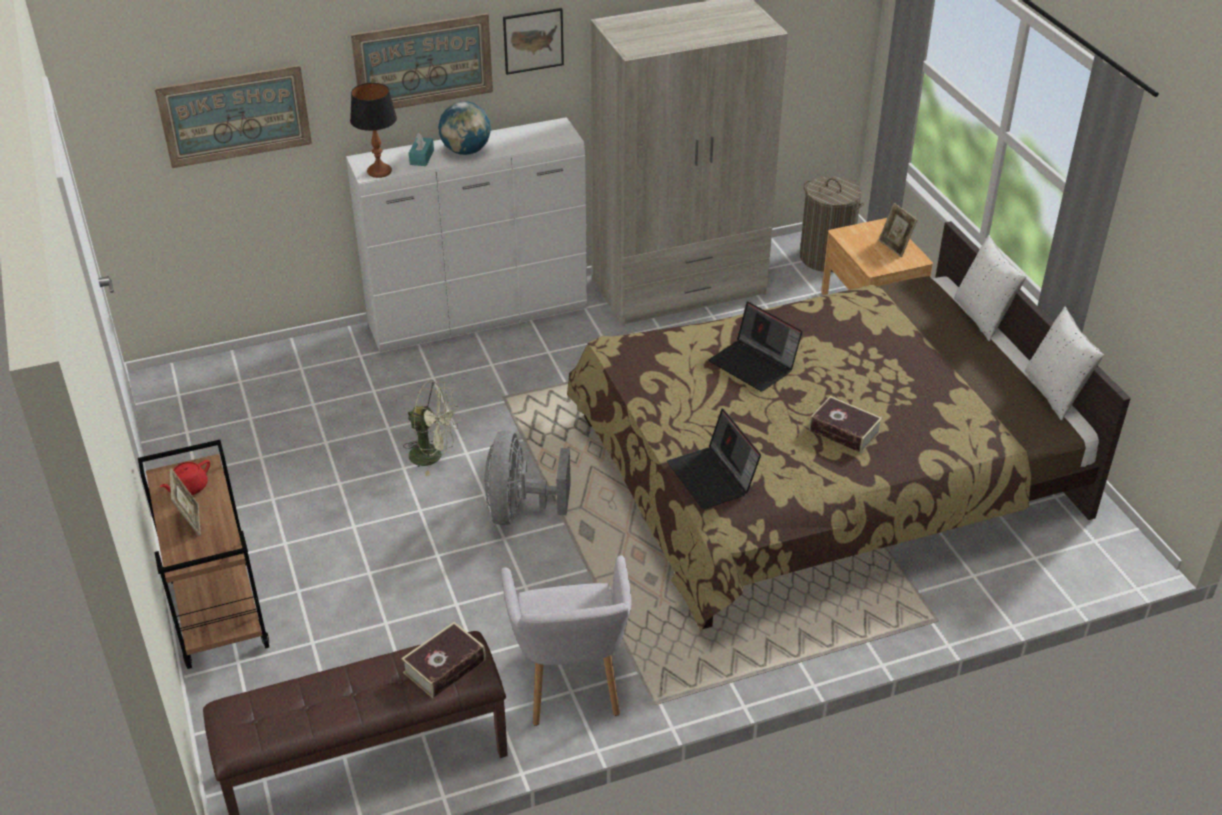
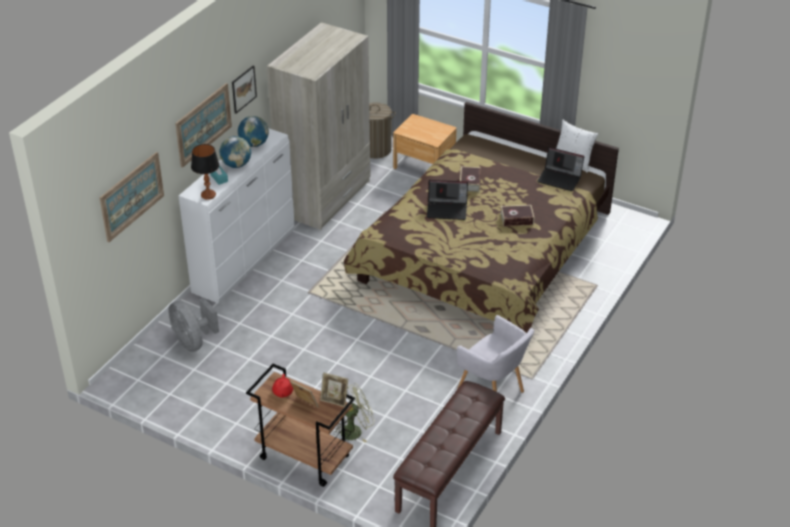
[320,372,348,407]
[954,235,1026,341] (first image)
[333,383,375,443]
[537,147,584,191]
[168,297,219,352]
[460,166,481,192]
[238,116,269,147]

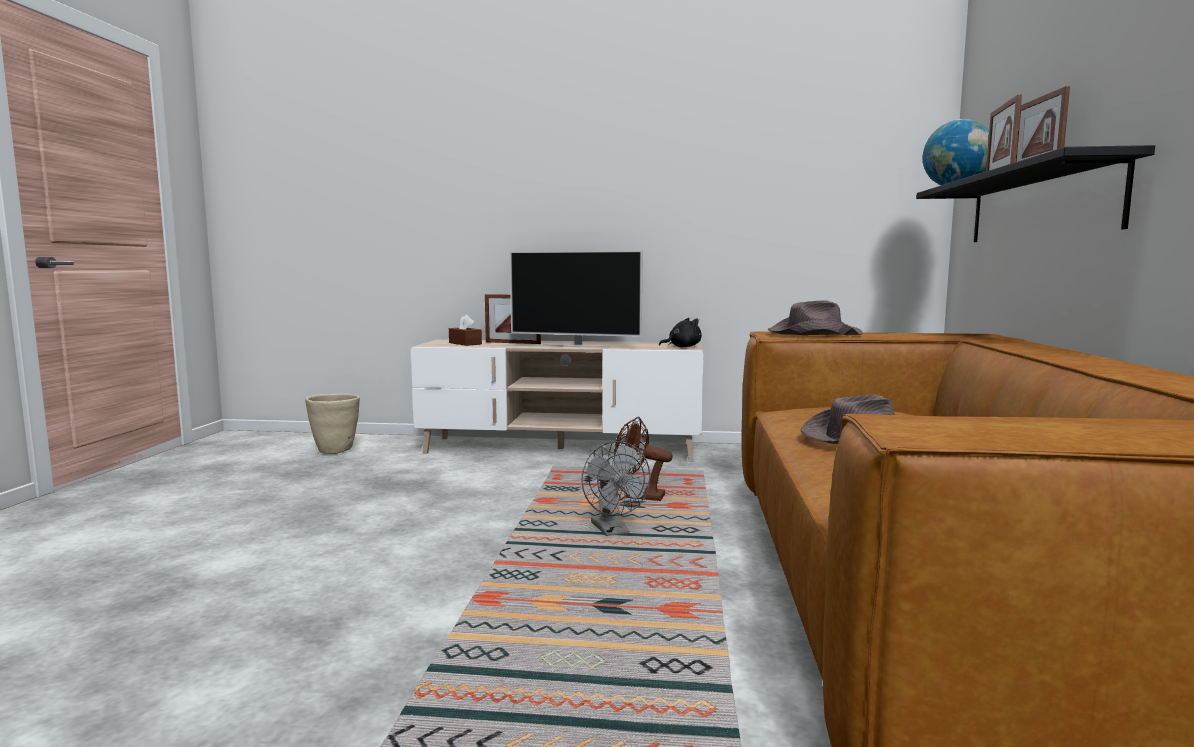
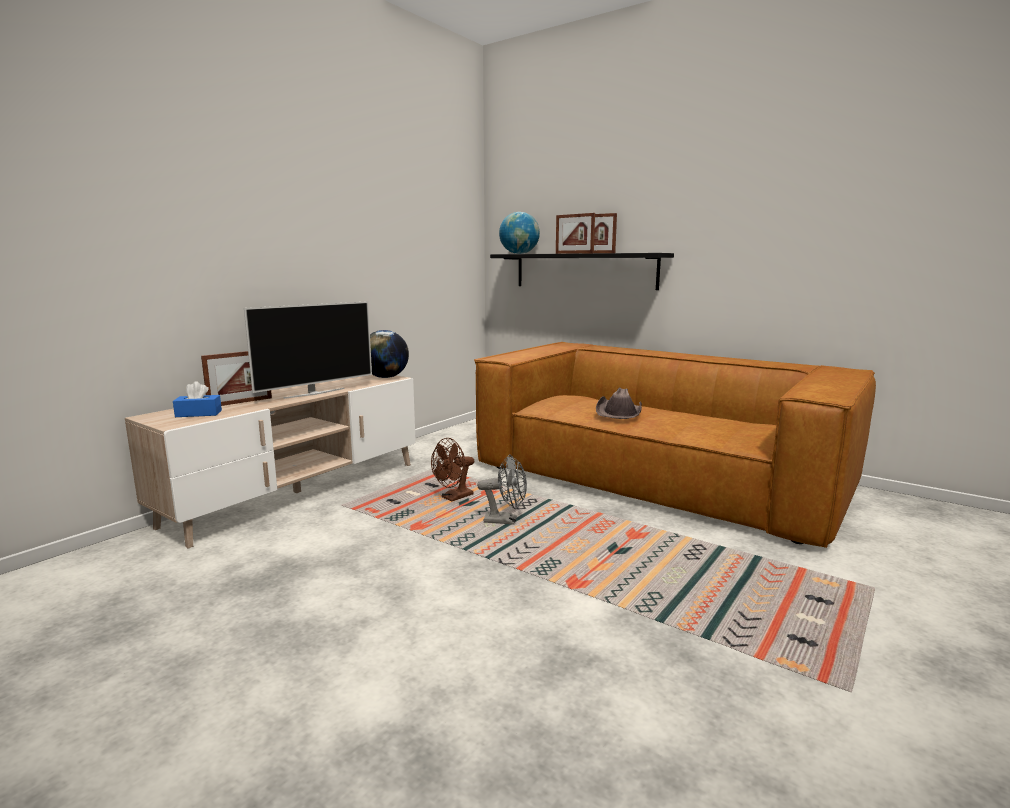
[768,301,863,336] (first image)
[173,381,222,417]
[370,330,409,378]
[305,394,360,454] (first image)

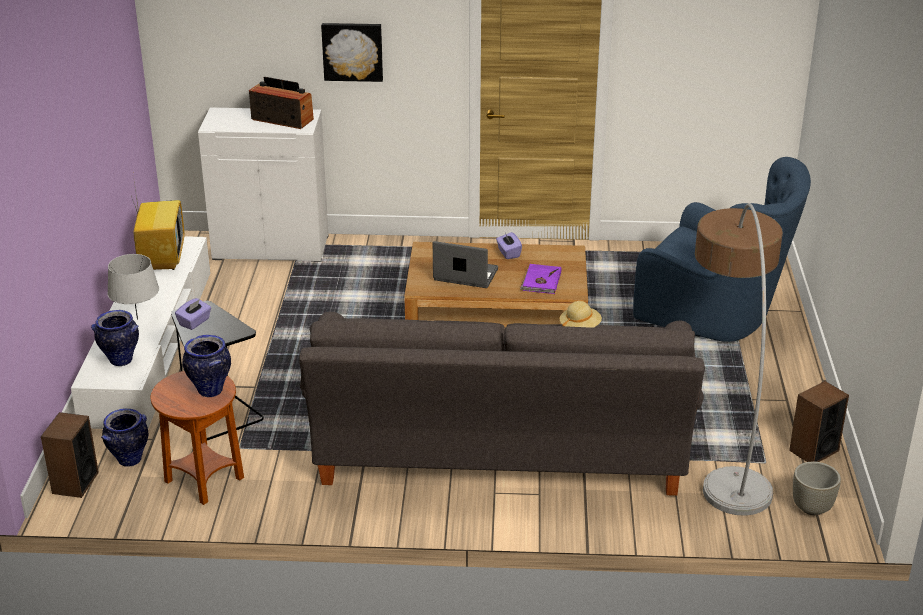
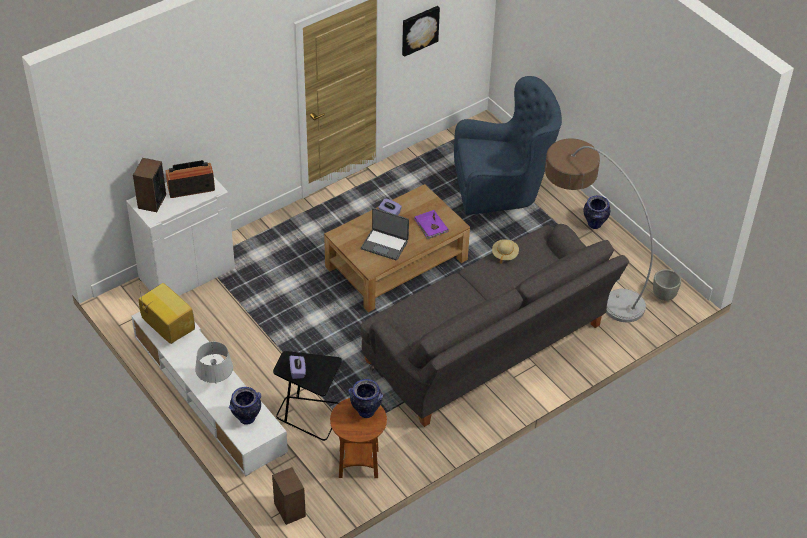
[402,6,440,57]
[361,208,409,261]
[133,158,166,212]
[583,196,610,229]

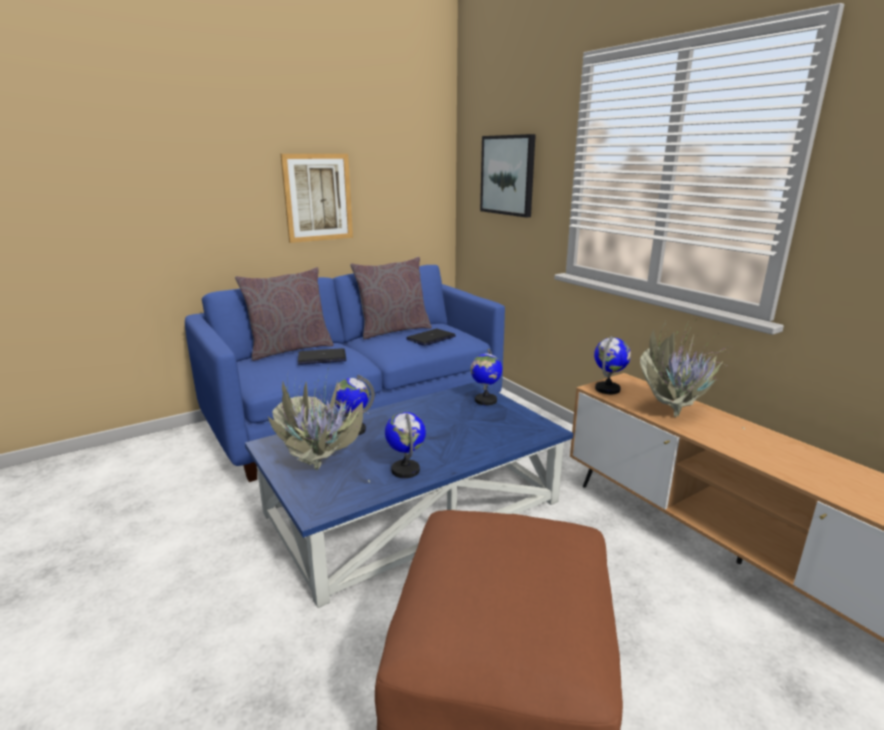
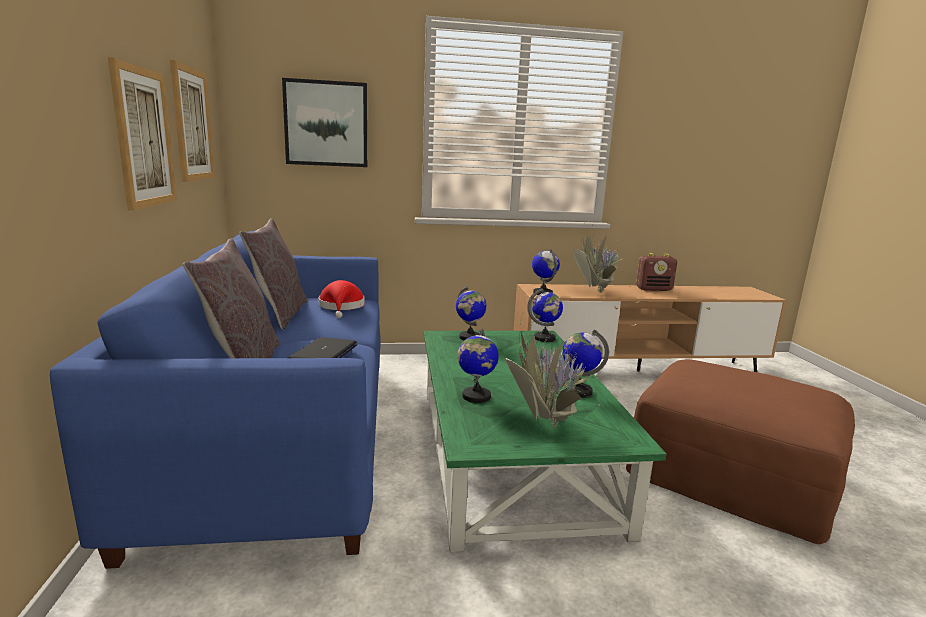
[318,280,365,318]
[424,331,666,552]
[170,60,215,181]
[636,253,677,291]
[527,288,563,342]

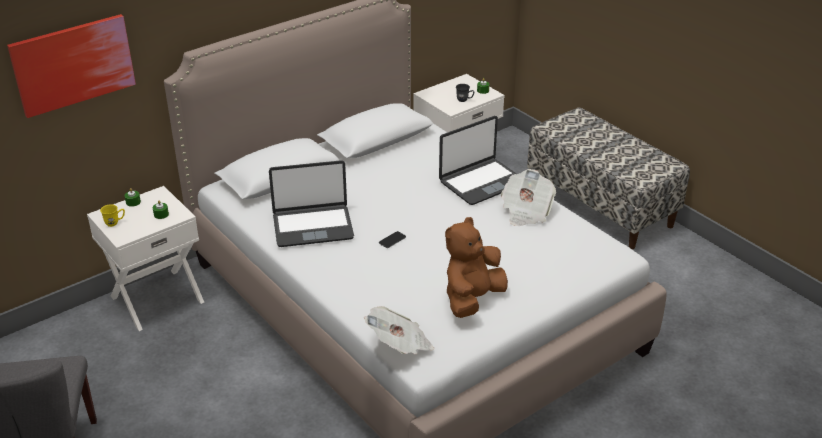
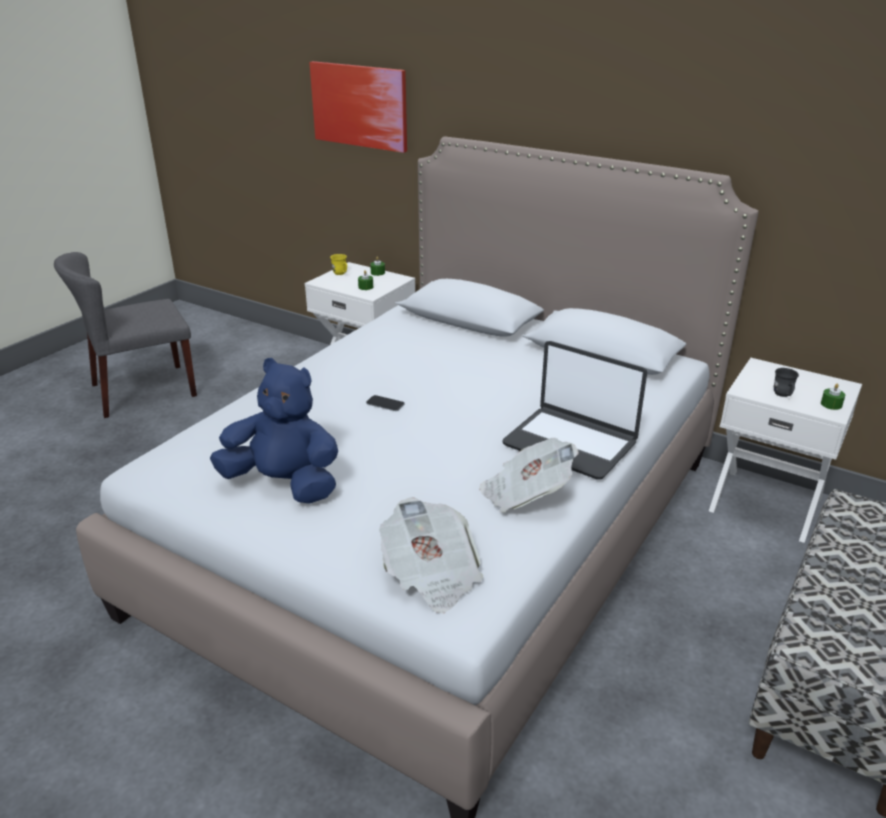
[269,160,354,247] (first image)
[210,358,338,504]
[379,497,484,613]

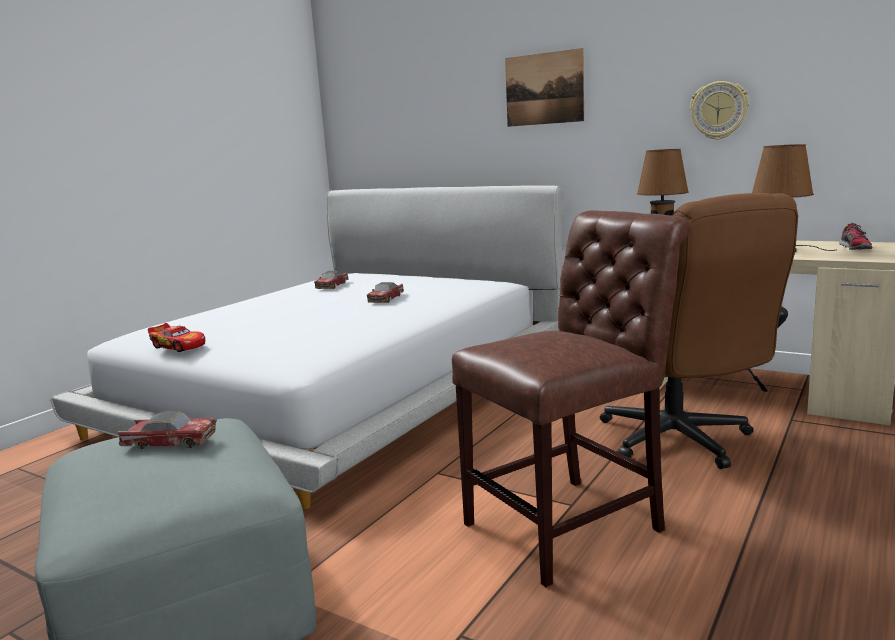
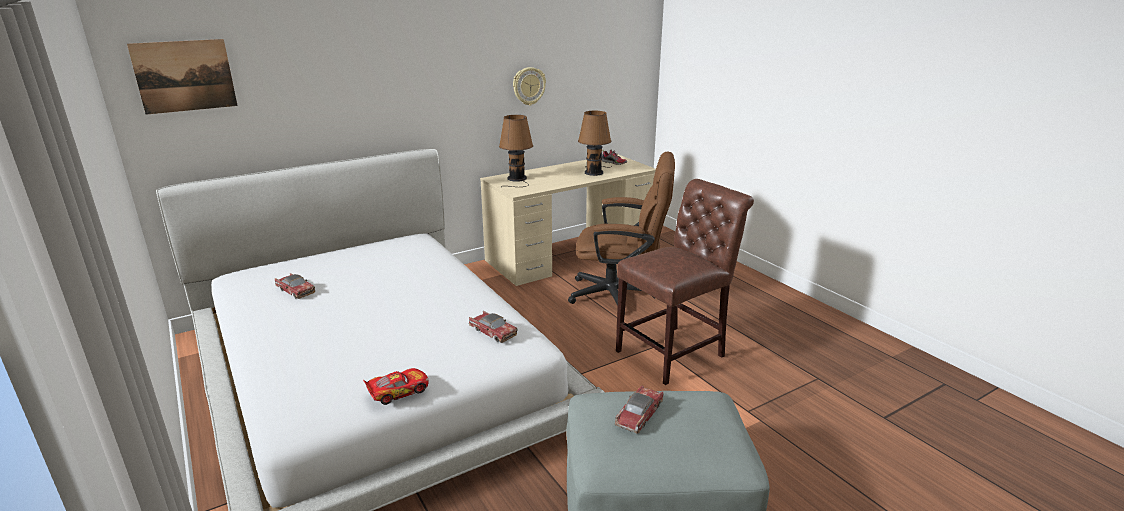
[127,39,238,115]
[616,179,754,385]
[469,311,518,343]

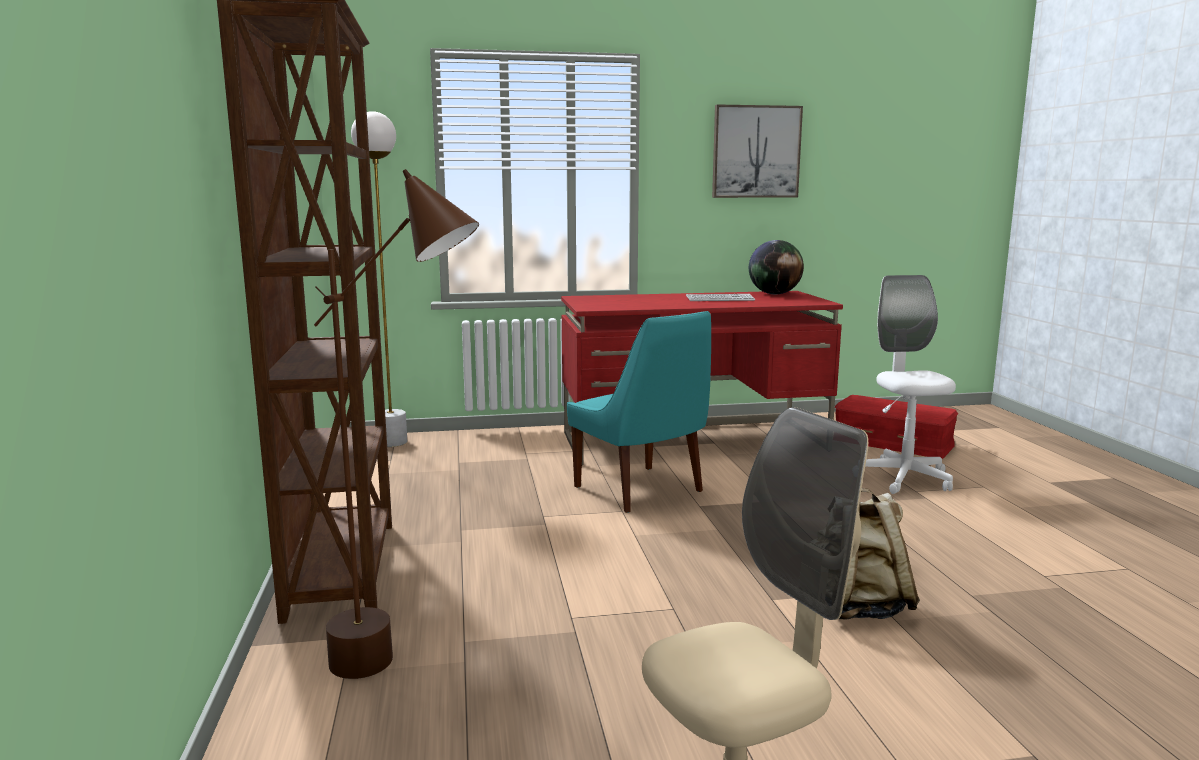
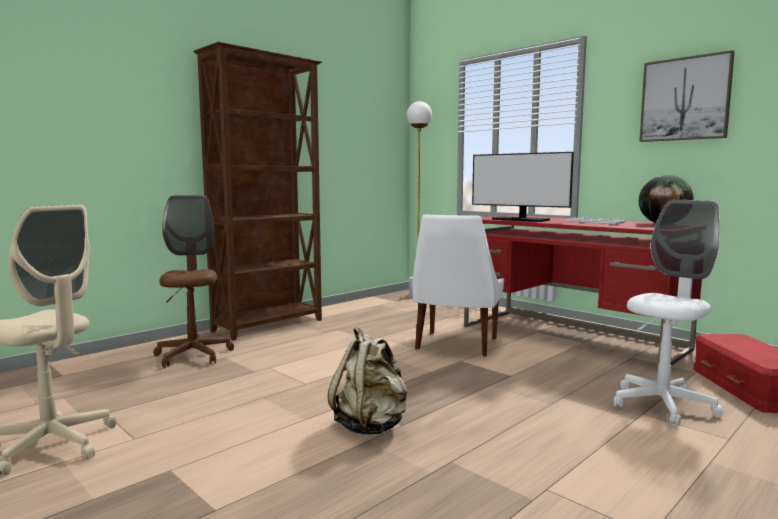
[153,195,234,368]
[413,215,504,357]
[472,152,574,222]

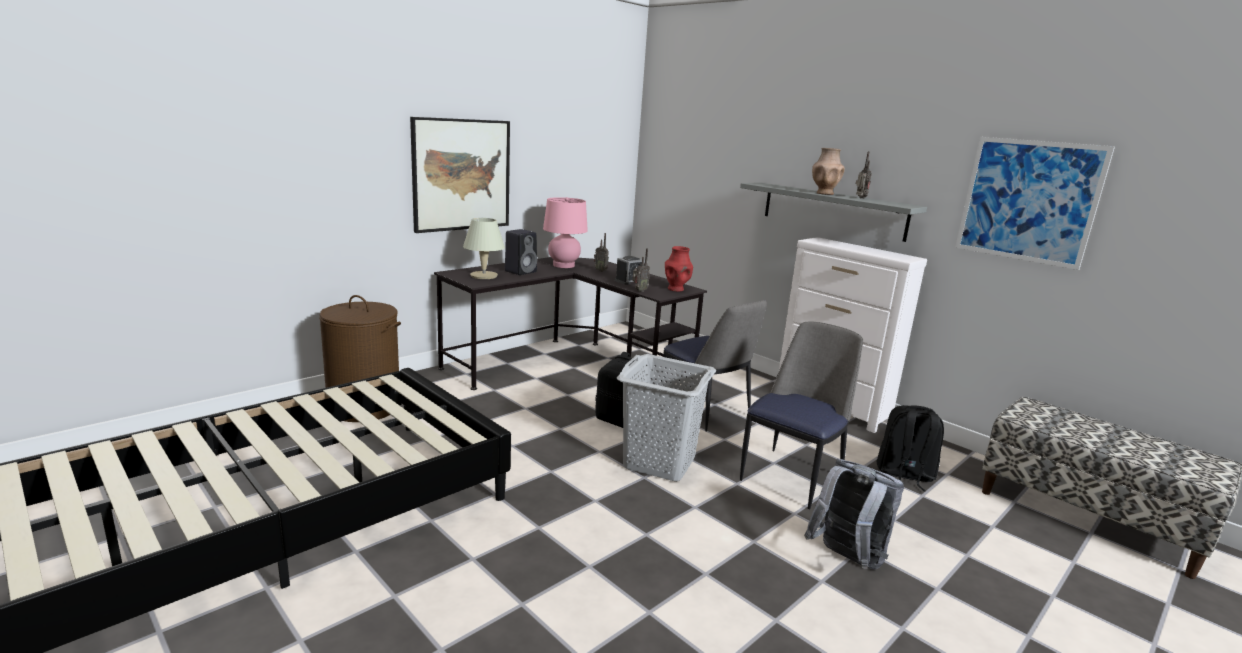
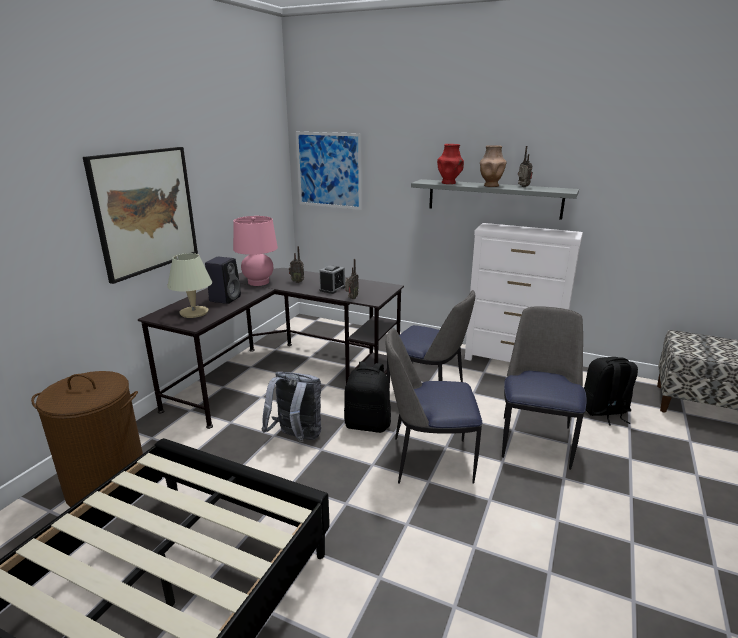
[296,132,362,210]
[437,144,464,184]
[386,328,482,484]
[262,372,321,443]

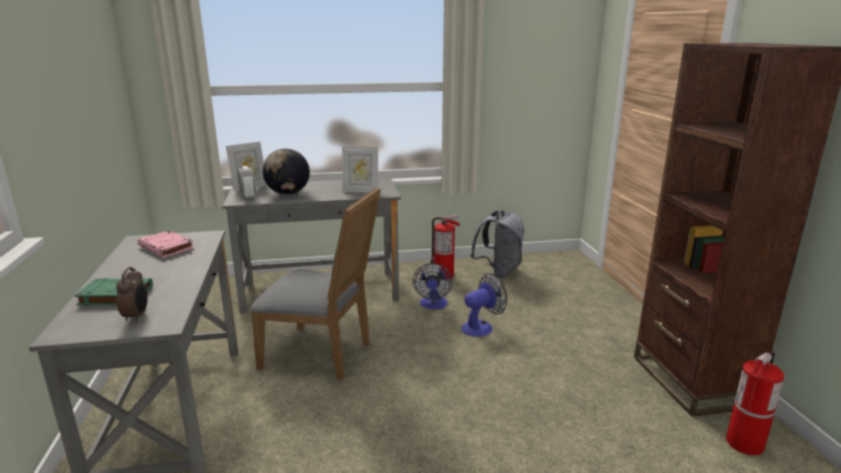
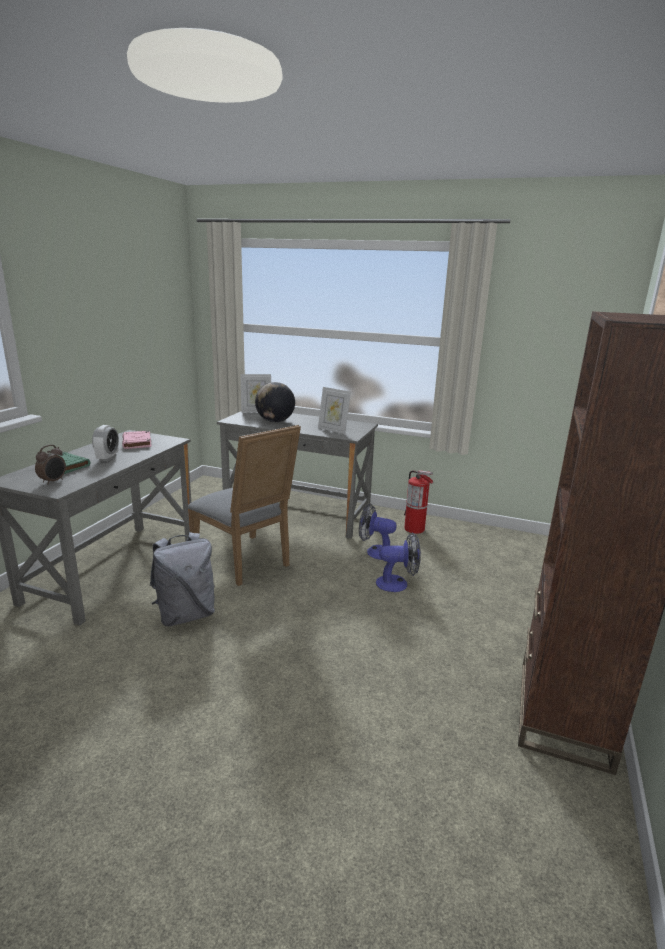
[92,425,119,462]
[150,532,215,627]
[359,503,397,560]
[726,351,784,455] (first image)

